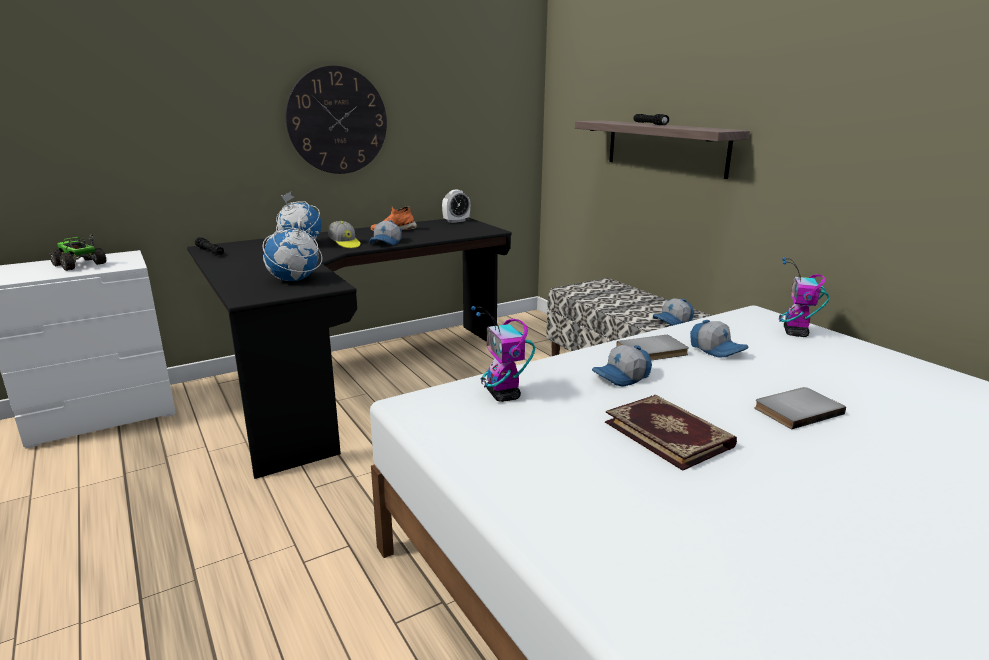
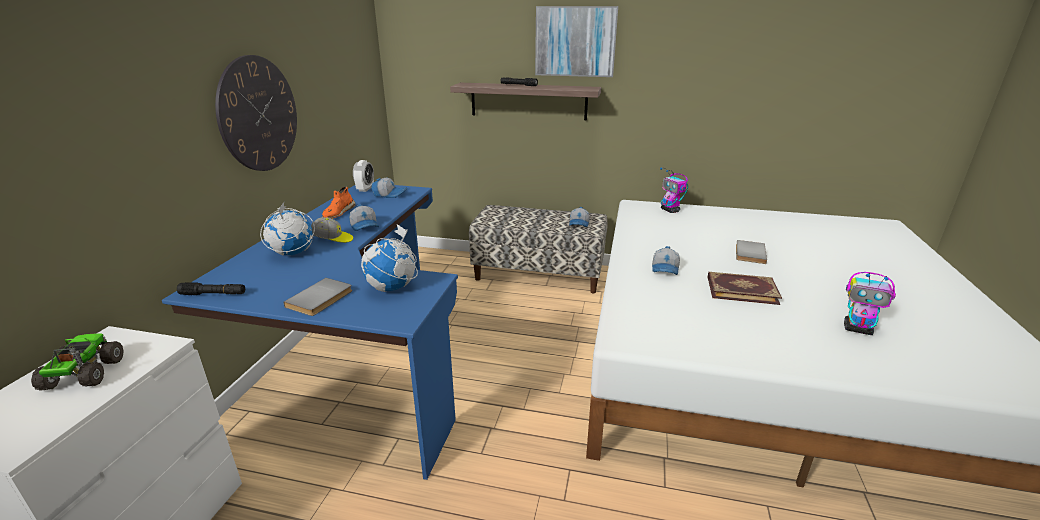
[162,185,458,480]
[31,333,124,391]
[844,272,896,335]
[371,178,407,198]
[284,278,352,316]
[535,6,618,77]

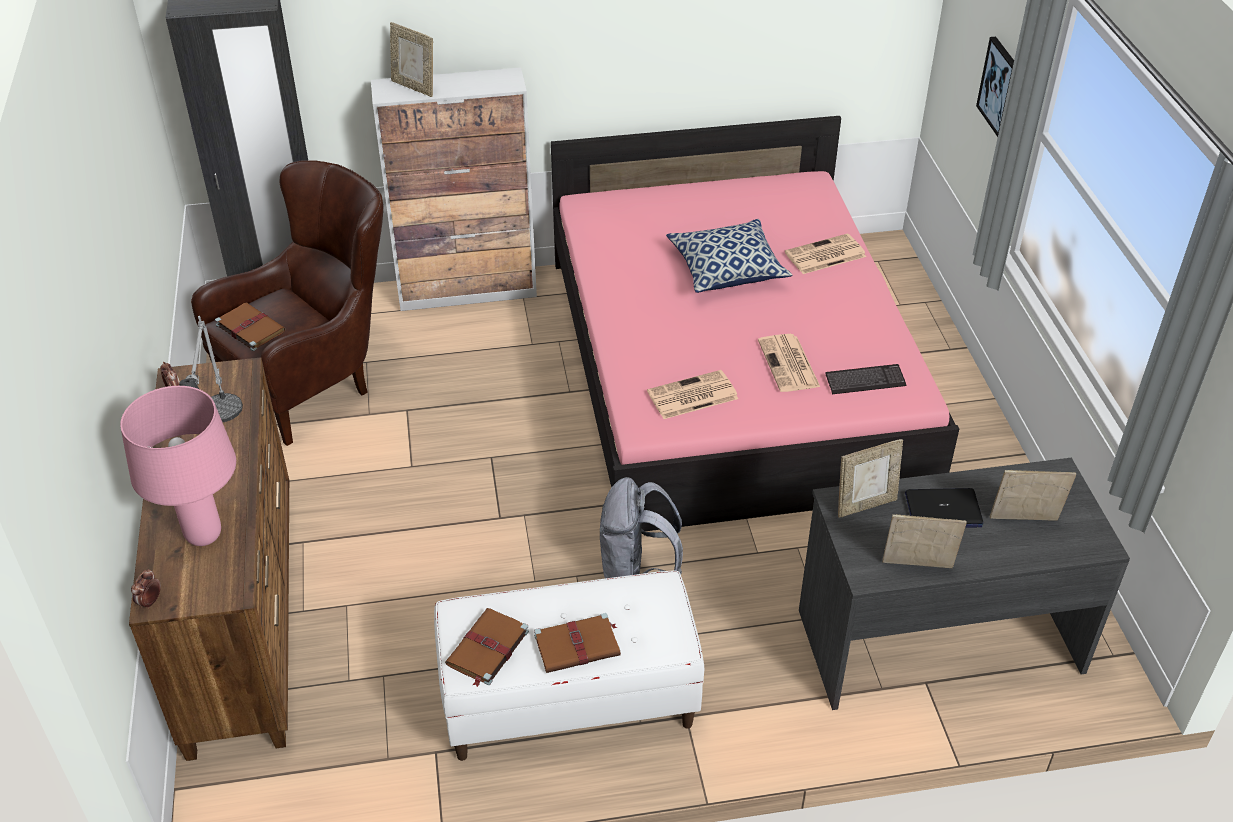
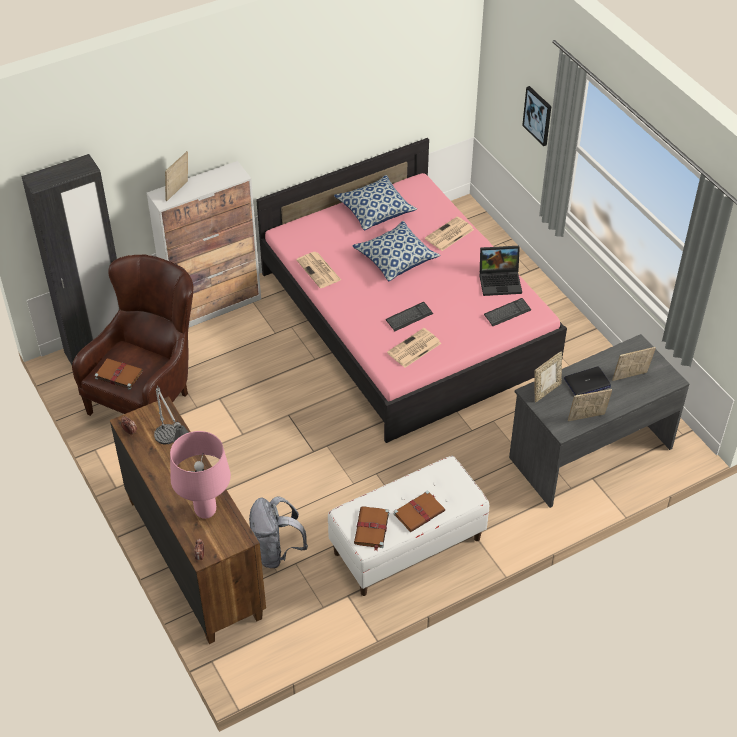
[165,151,188,201]
[296,252,341,288]
[249,497,308,568]
[334,175,417,230]
[479,246,522,296]
[386,302,433,332]

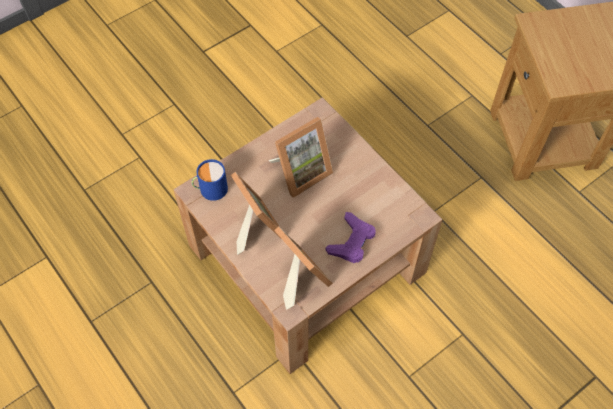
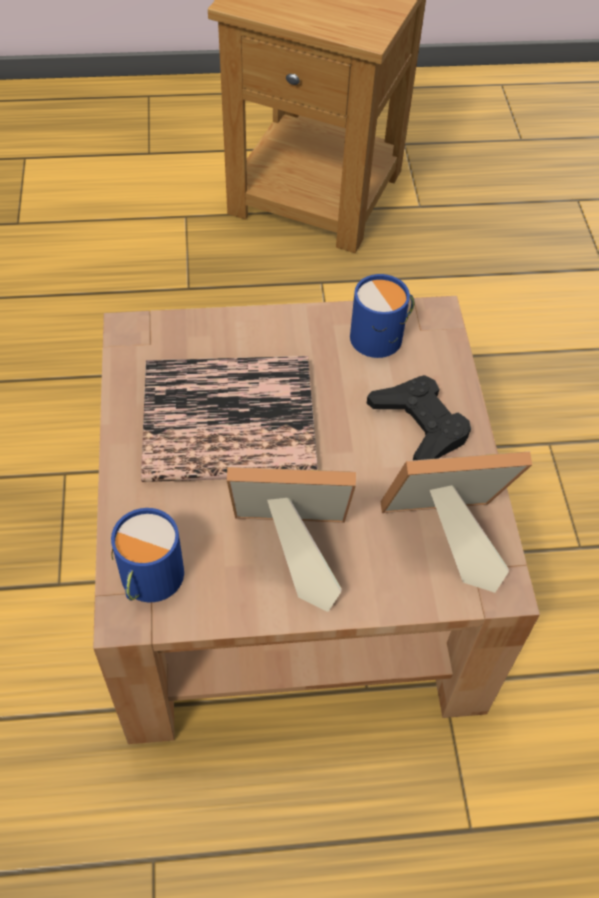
[141,356,318,482]
[367,375,471,460]
[350,274,415,358]

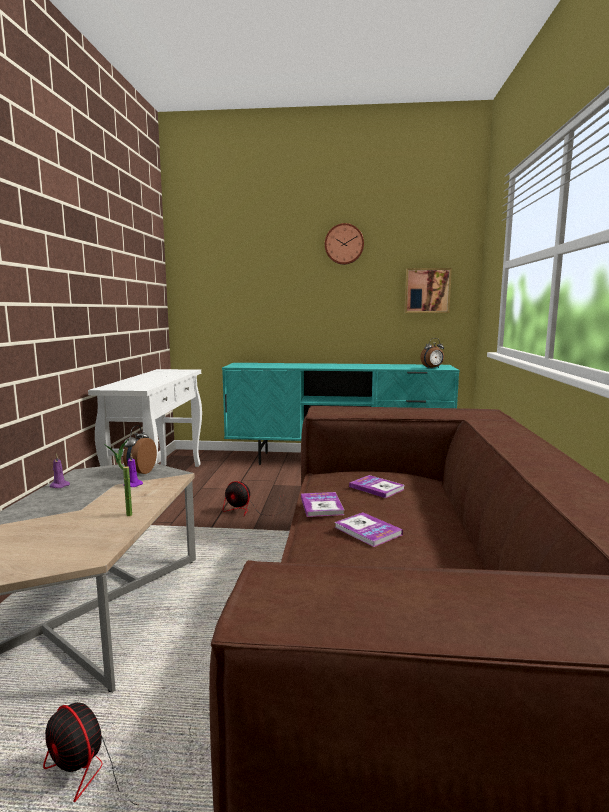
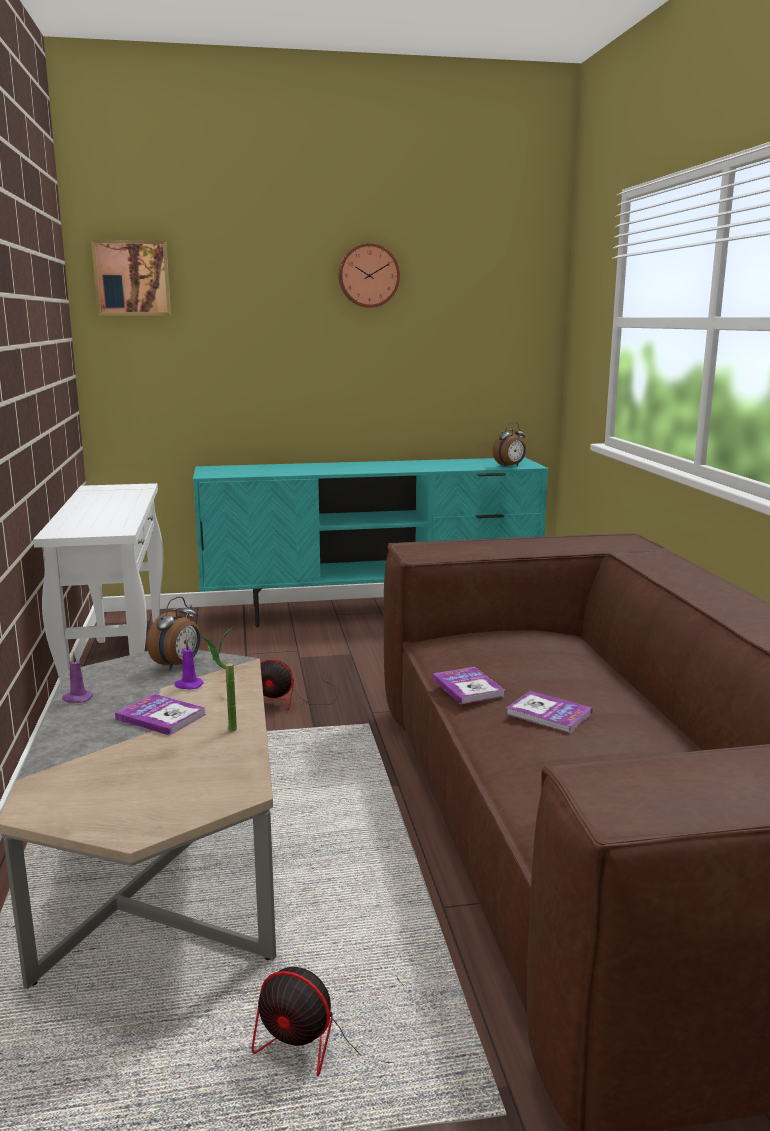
[91,240,171,315]
[147,596,201,671]
[115,693,207,736]

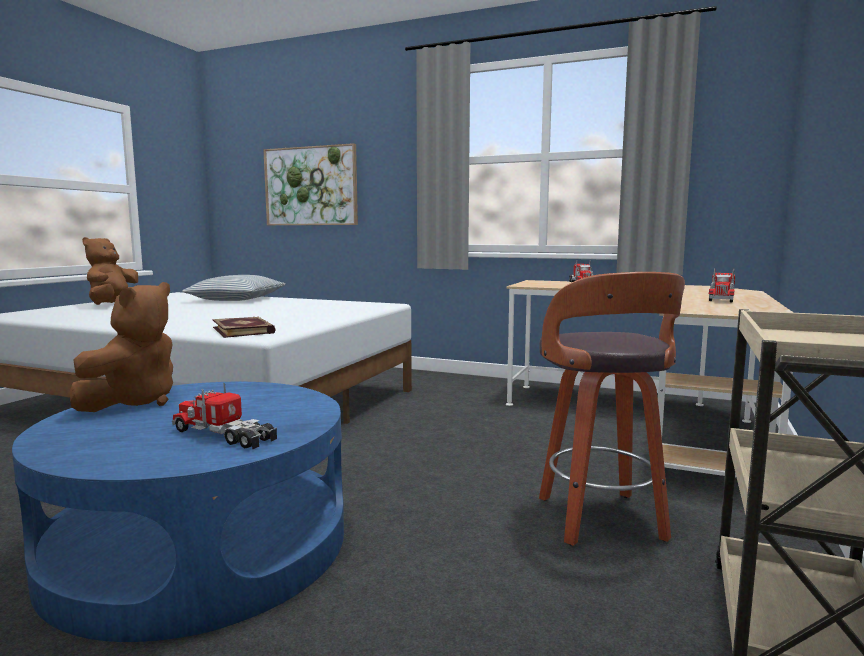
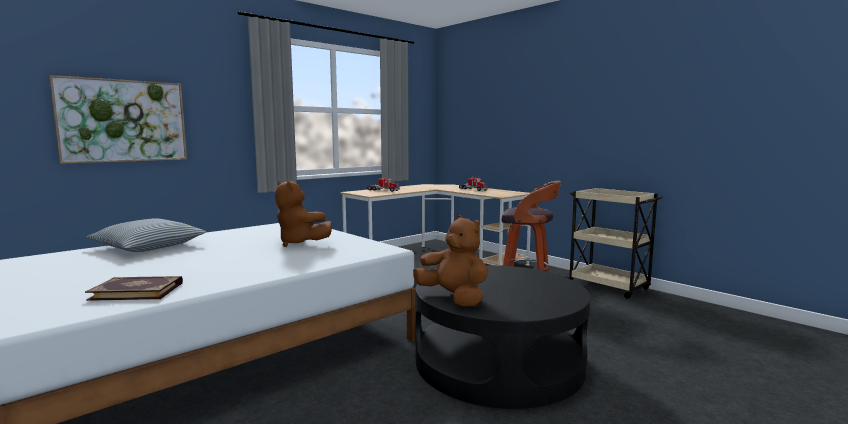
[275,181,332,247]
[85,276,183,301]
[415,265,590,409]
[172,383,277,450] (first image)

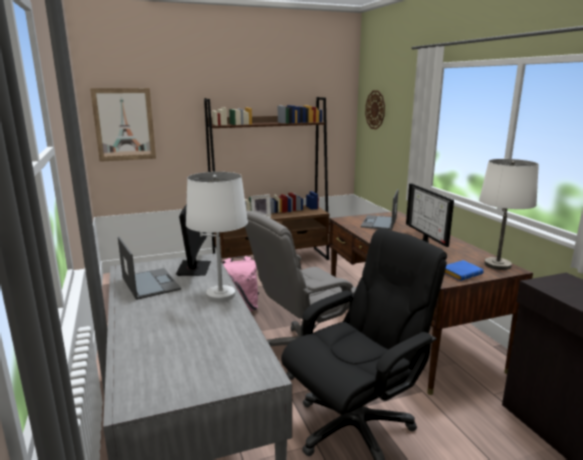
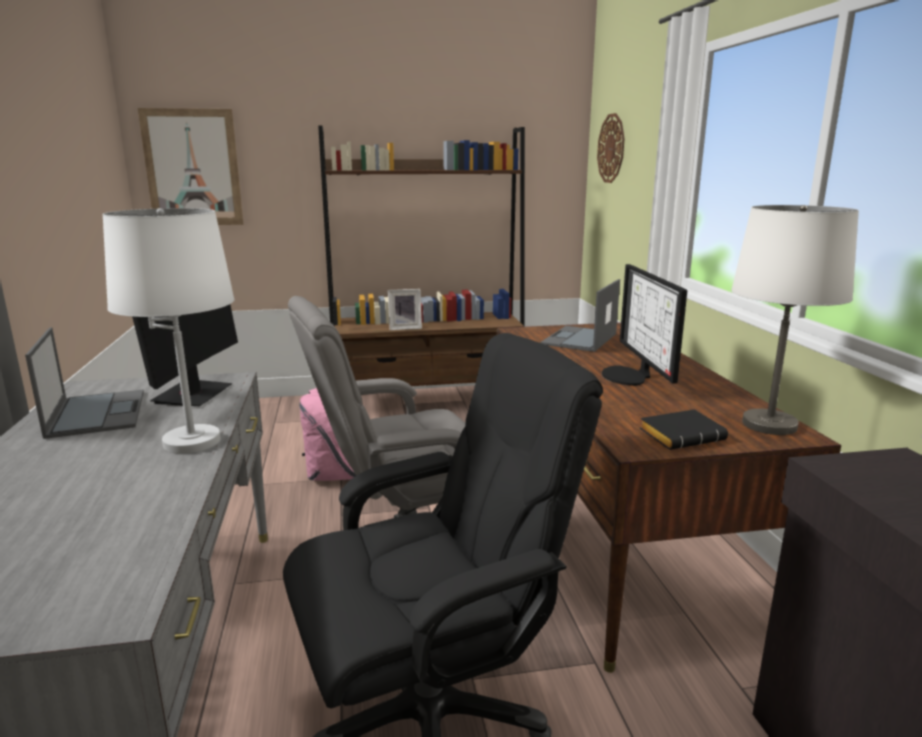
[640,410,728,450]

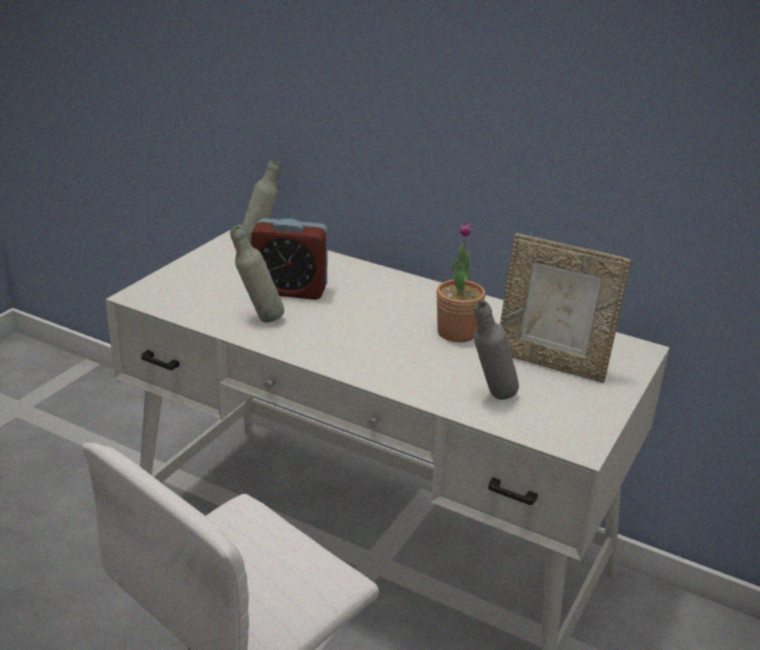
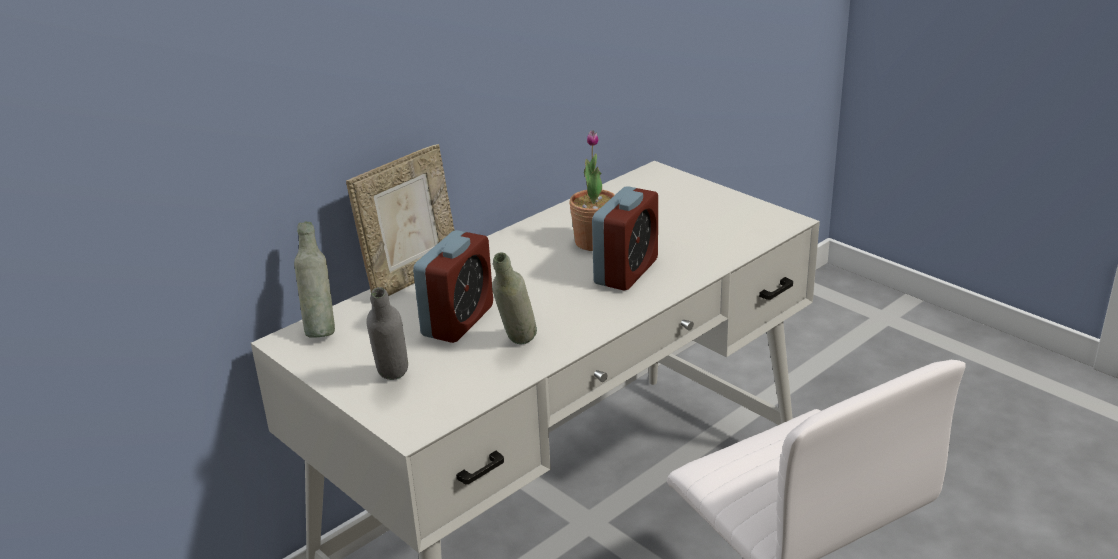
[346,144,455,296]
[366,287,408,380]
[592,186,658,290]

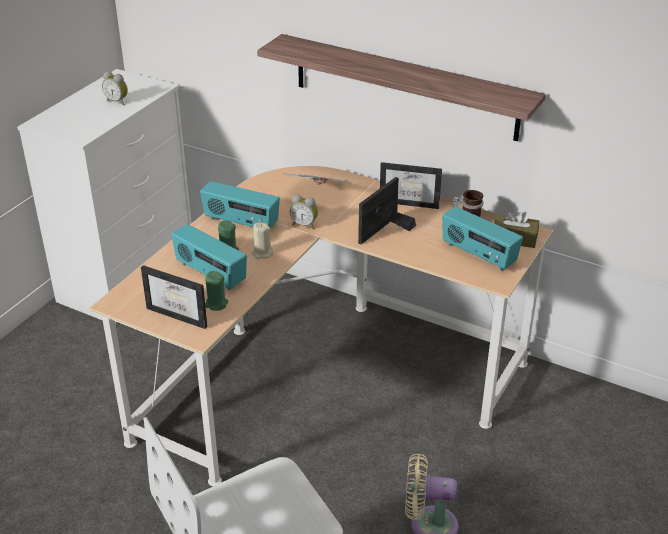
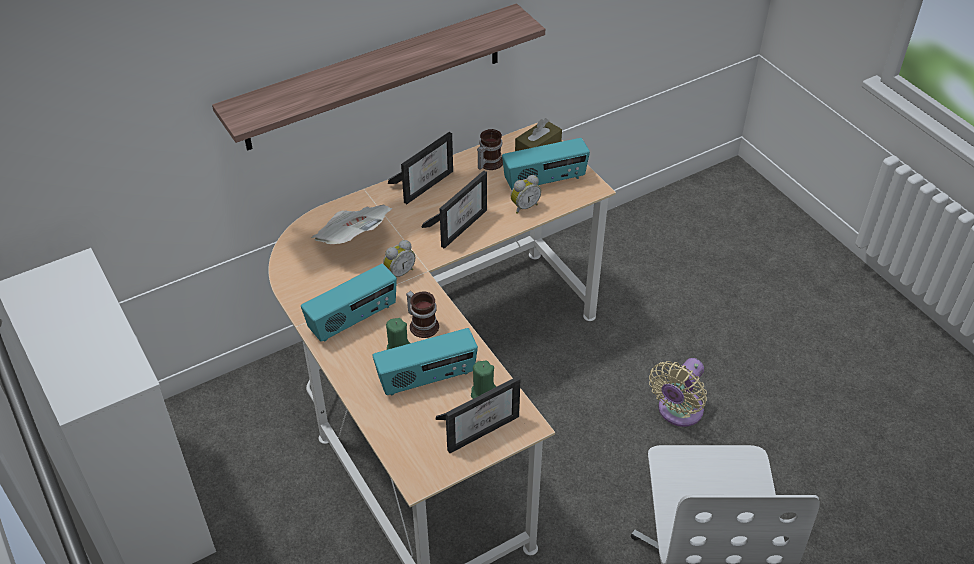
[511,175,541,214]
[422,171,487,249]
[406,291,439,338]

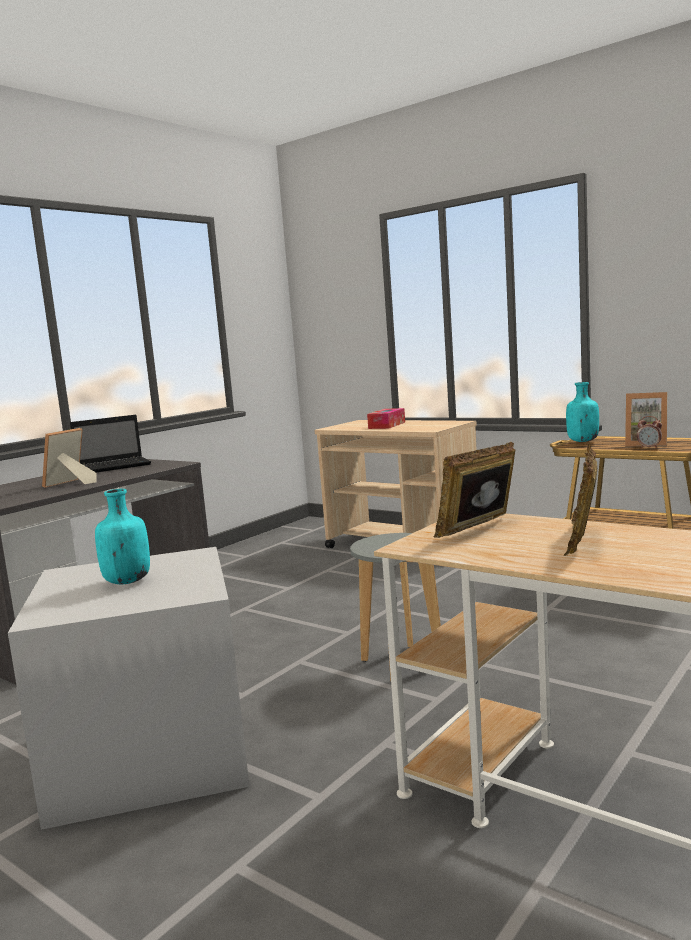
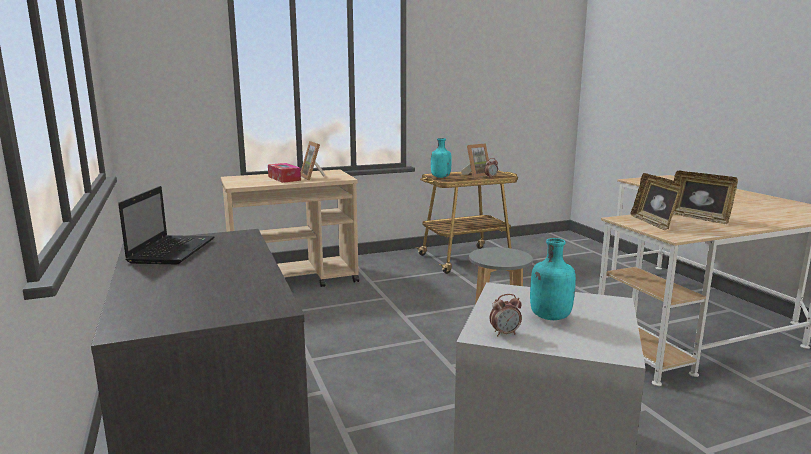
[301,141,325,181]
[490,294,522,336]

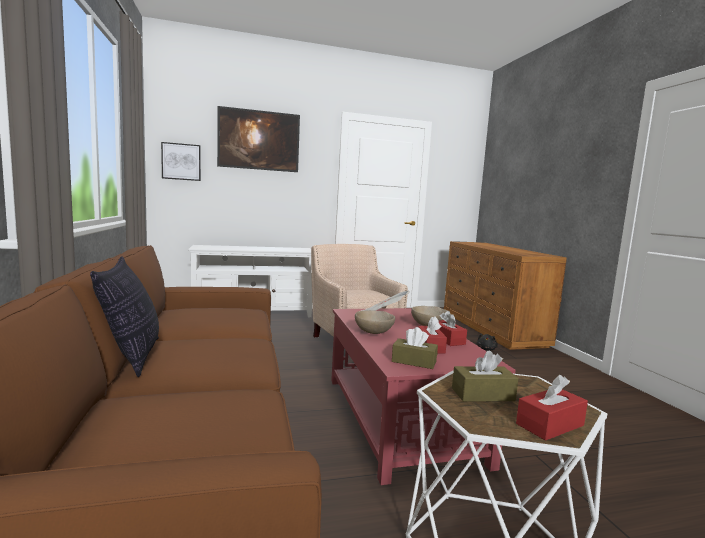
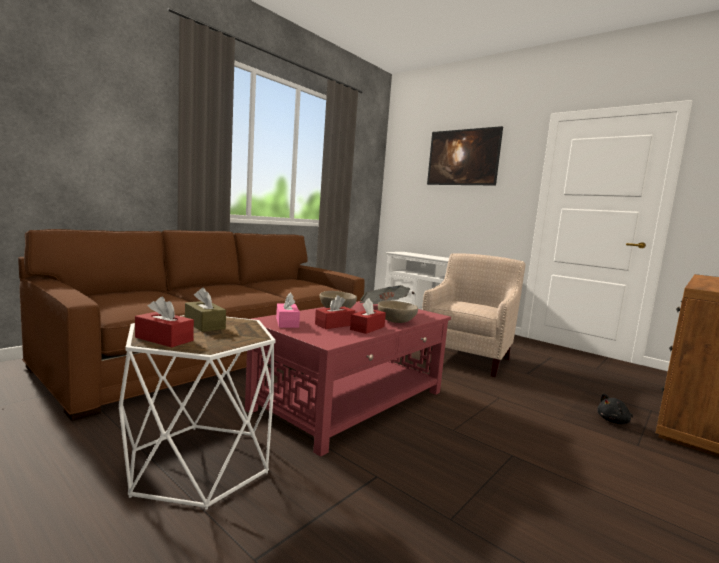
[161,142,201,181] (first image)
[90,256,159,377] (first image)
[276,293,300,328]

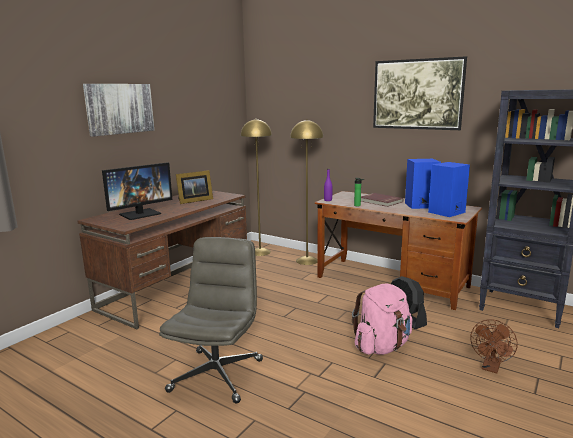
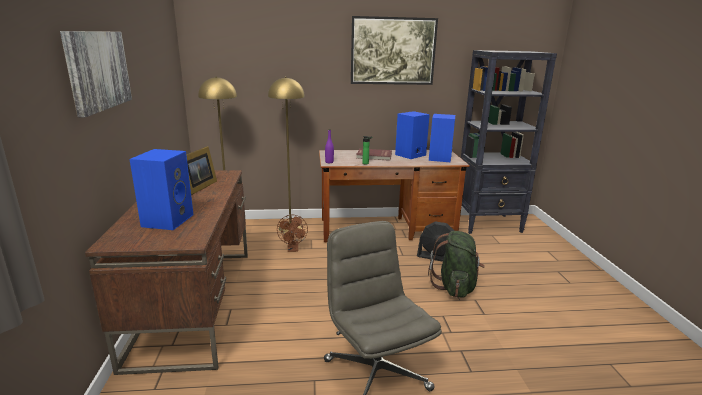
[129,149,193,230]
[428,231,485,298]
[277,215,308,252]

